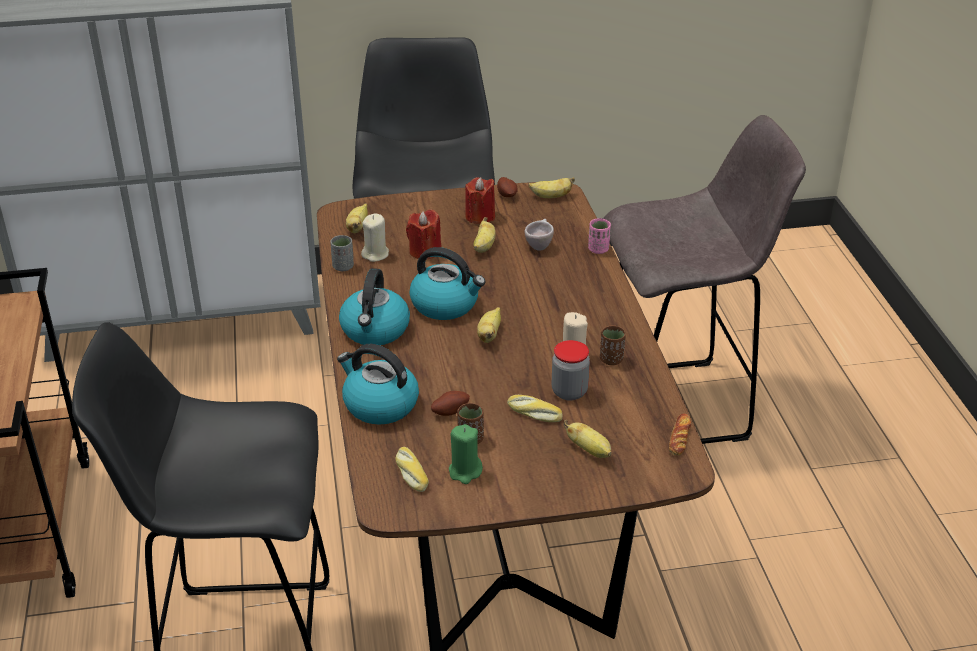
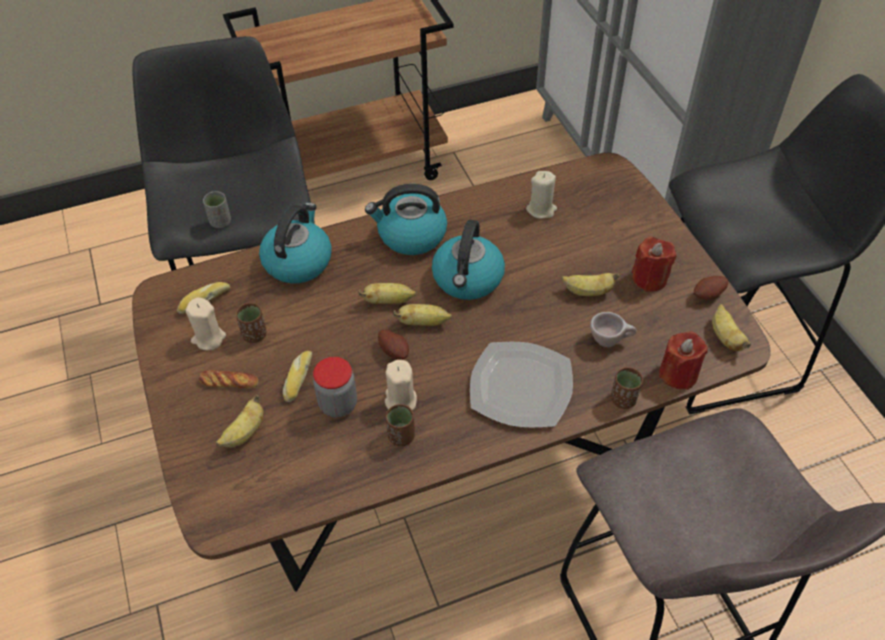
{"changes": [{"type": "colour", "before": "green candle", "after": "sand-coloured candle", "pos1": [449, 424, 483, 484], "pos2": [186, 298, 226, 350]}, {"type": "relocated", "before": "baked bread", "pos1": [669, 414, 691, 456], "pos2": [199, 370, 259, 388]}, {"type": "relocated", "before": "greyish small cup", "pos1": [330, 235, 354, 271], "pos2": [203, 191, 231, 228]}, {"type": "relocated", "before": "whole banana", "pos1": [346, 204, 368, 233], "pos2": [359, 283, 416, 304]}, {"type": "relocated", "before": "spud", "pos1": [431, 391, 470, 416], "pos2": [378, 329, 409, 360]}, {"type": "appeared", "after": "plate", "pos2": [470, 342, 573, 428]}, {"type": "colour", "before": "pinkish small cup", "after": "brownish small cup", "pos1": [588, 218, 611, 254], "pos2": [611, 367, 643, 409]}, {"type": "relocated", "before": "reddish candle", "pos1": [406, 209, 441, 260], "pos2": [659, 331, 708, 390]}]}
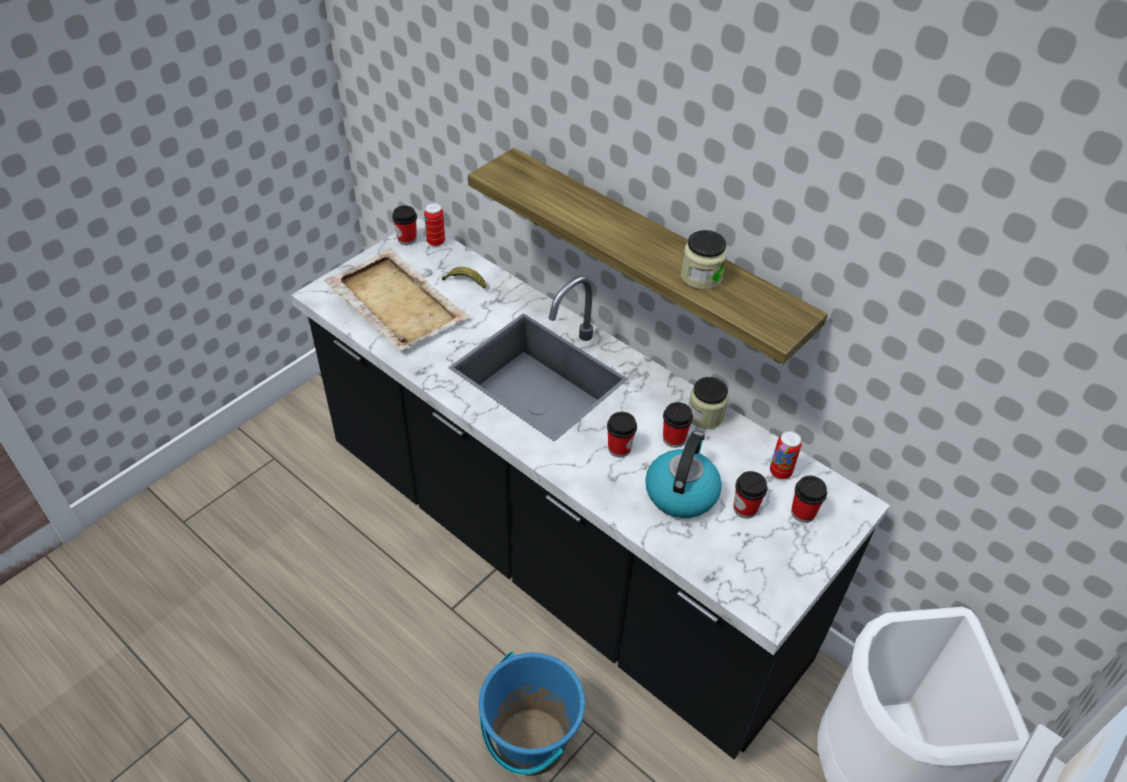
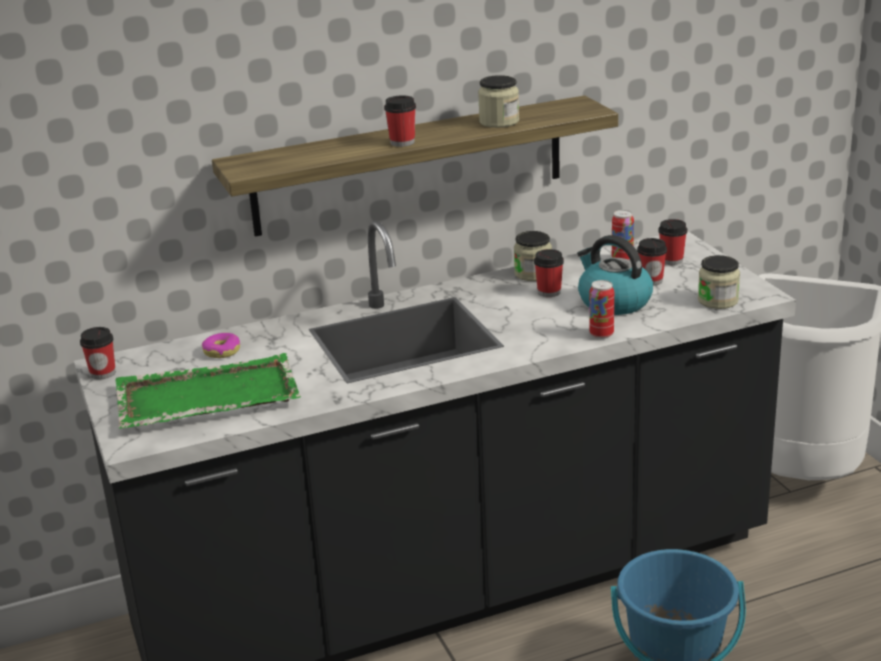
{"changes": [{"type": "colour", "before": "sand-coloured tray", "after": "green tray", "pos1": [324, 249, 470, 351], "pos2": [116, 353, 301, 429]}, {"type": "exchanged", "before": "whole banana", "after": "doughnut", "pos1": [442, 267, 486, 289], "pos2": [202, 333, 240, 358]}, {"type": "relocated", "before": "small cup", "pos1": [607, 412, 637, 458], "pos2": [384, 95, 416, 147]}, {"type": "relocated", "before": "sealed can", "pos1": [424, 203, 445, 246], "pos2": [589, 280, 614, 339]}, {"type": "appeared", "after": "storage jar", "pos2": [698, 255, 740, 309]}]}
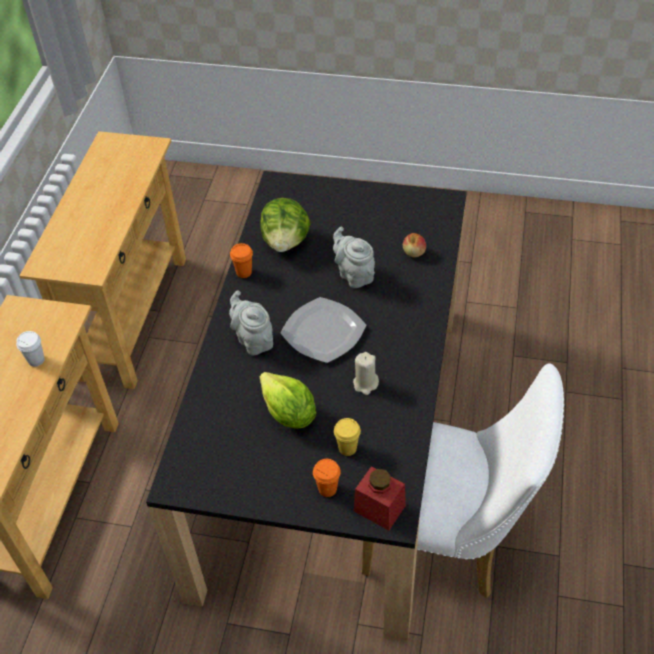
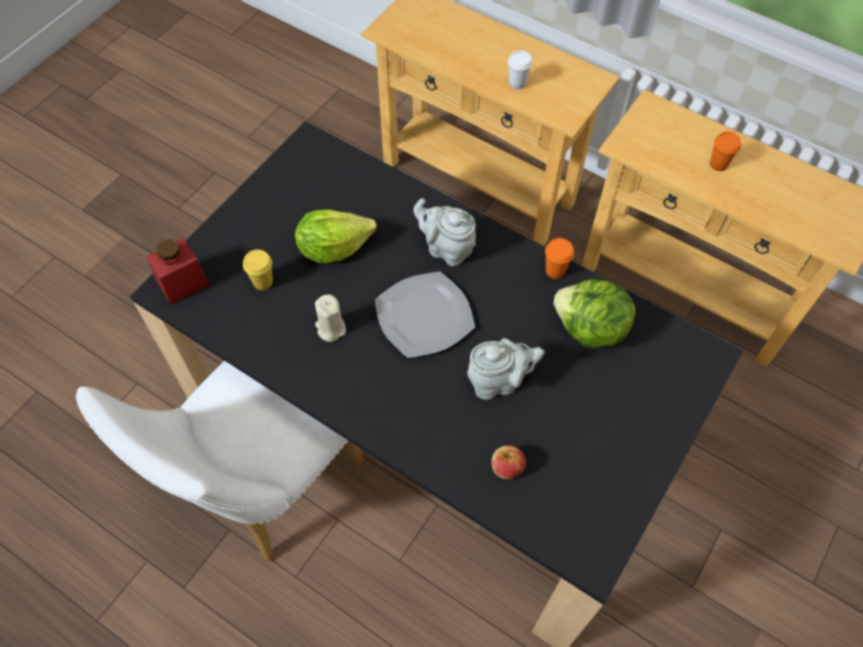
{"changes": [{"type": "spun", "before": "greyish teapot", "pos1": [229, 290, 273, 355], "pos2": [413, 198, 476, 267], "turn": -135}, {"type": "relocated", "before": "orangey small cup", "pos1": [313, 459, 341, 497], "pos2": [710, 131, 741, 171]}]}
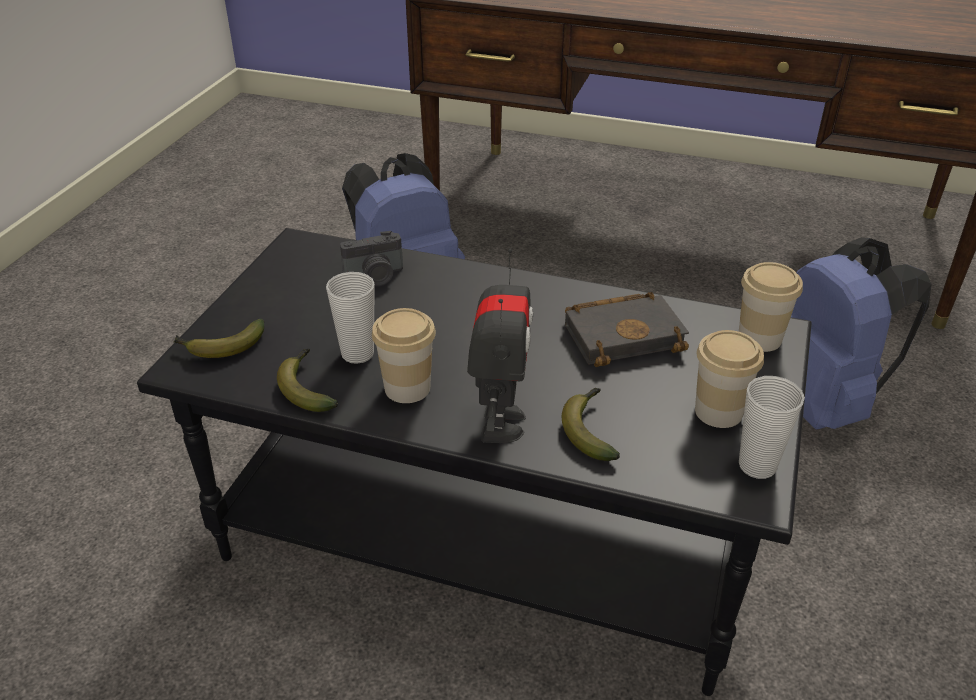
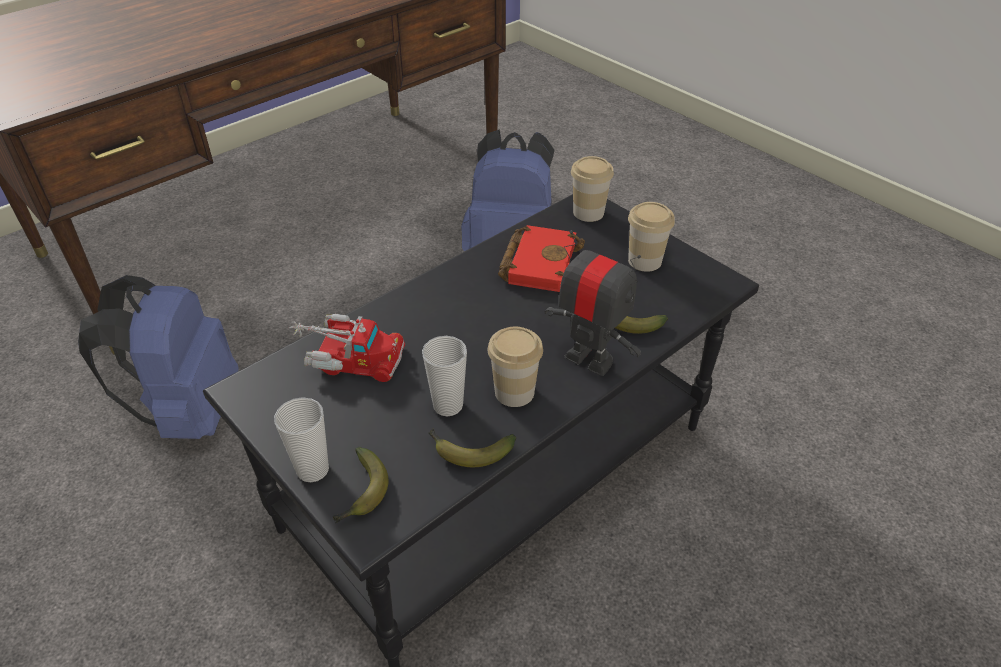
{"changes": [{"type": "relocated", "before": "small cup", "pos1": [739, 376, 805, 479], "pos2": [274, 397, 329, 482]}, {"type": "exchanged", "before": "photo camera", "after": "toy truck", "pos1": [340, 231, 403, 286], "pos2": [289, 314, 405, 382]}, {"type": "colour", "before": "black volume", "after": "reddish volume", "pos1": [565, 292, 689, 367], "pos2": [498, 225, 585, 292]}]}
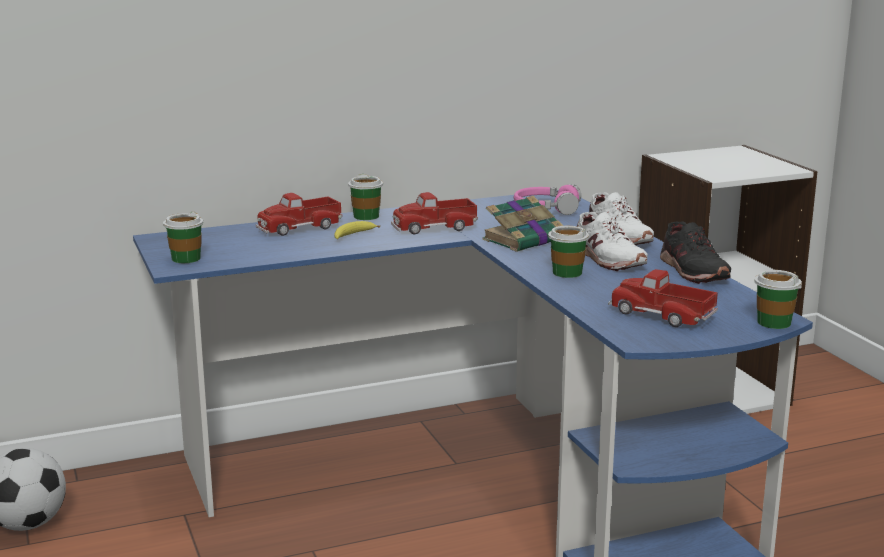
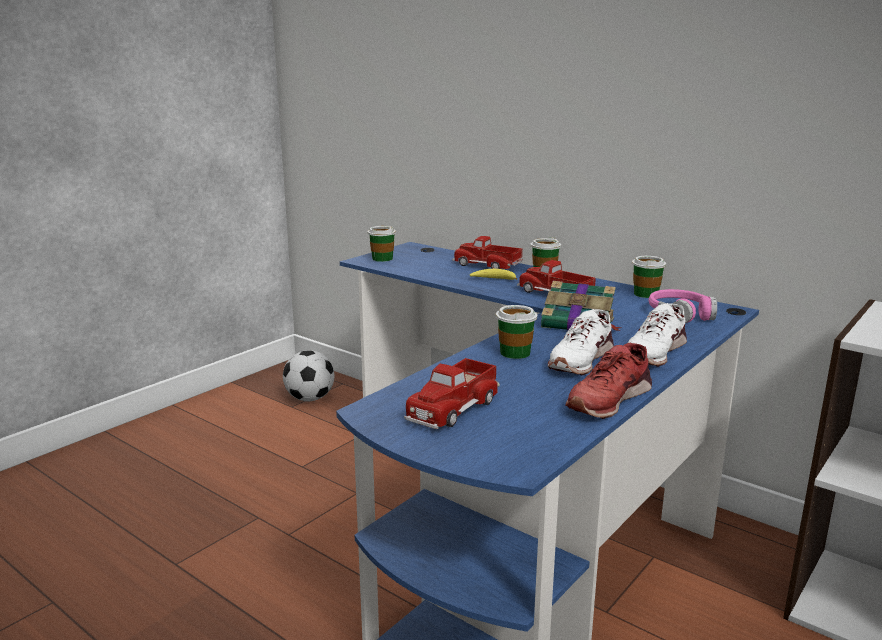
{"changes": [{"type": "spun", "before": "toy truck", "pos1": [608, 269, 718, 327], "pos2": [404, 358, 500, 429], "turn": -150}, {"type": "colour", "before": "black low shoe", "after": "reddish low shoe", "pos1": [660, 221, 731, 284], "pos2": [565, 343, 652, 419]}, {"type": "relocated", "before": "small cup", "pos1": [754, 270, 802, 329], "pos2": [632, 256, 666, 298]}]}
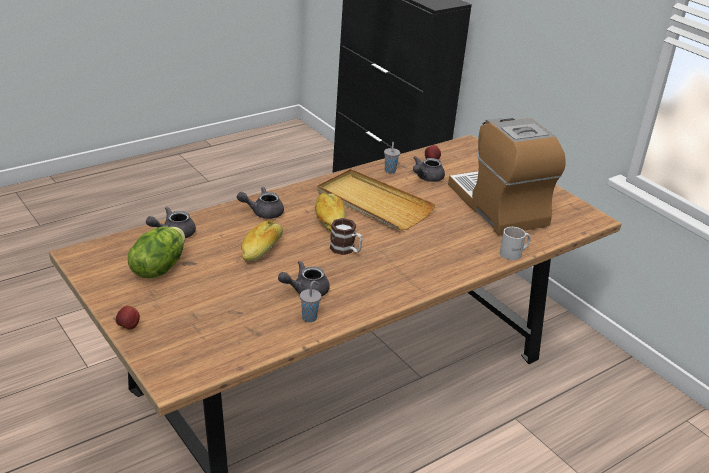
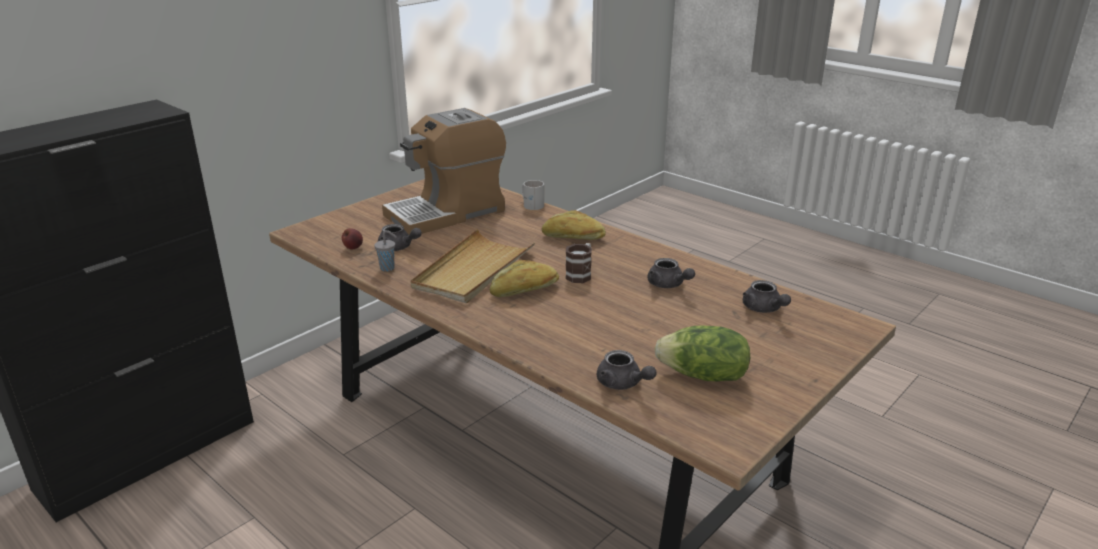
{"changes": [{"type": "relocated", "before": "baked bread", "pos1": [241, 220, 283, 261], "pos2": [542, 210, 606, 240]}, {"type": "relocated", "before": "greyish teapot", "pos1": [237, 186, 284, 219], "pos2": [743, 280, 791, 313]}, {"type": "missing", "before": "apple fruit", "pos1": [116, 306, 140, 330]}, {"type": "missing", "before": "greyish small cup", "pos1": [300, 281, 321, 322]}]}
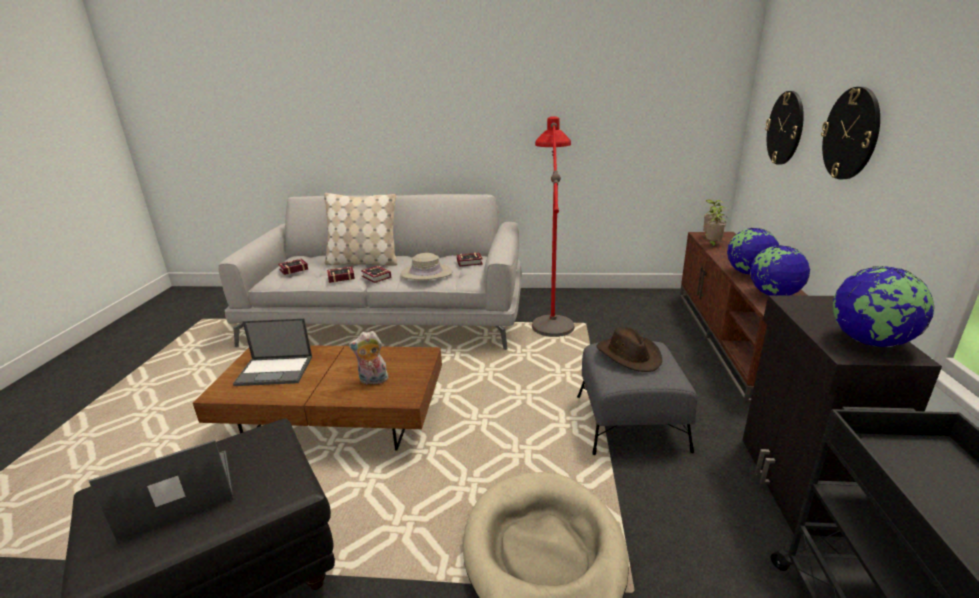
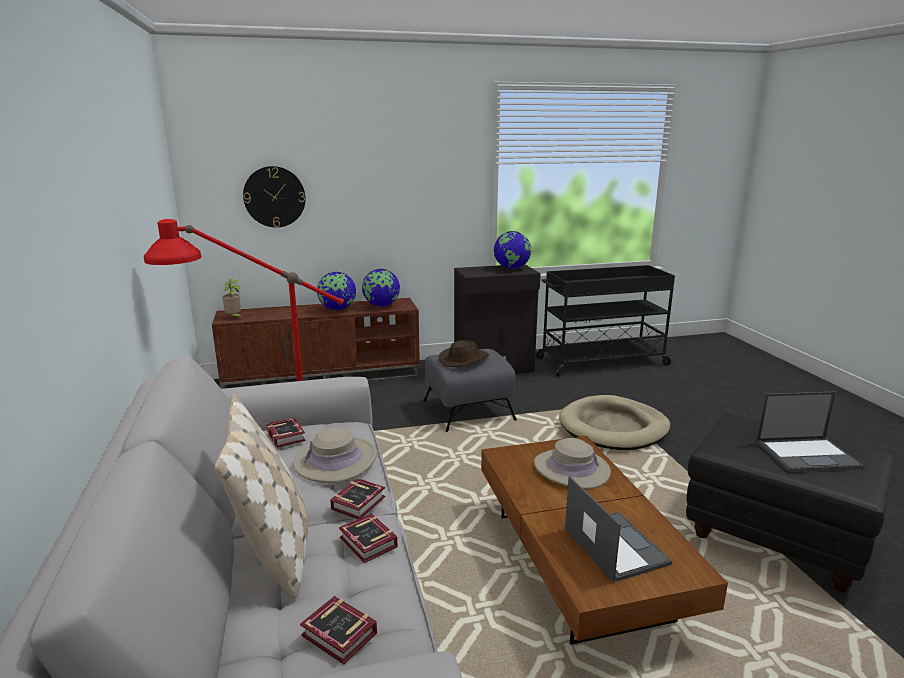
{"changes": [{"type": "exchanged", "before": "cuddly toy", "after": "sand-coloured clothing hat", "pos1": [349, 331, 388, 385], "pos2": [534, 438, 611, 489]}, {"type": "spun", "before": "laptop", "pos1": [89, 440, 234, 542], "pos2": [756, 392, 864, 472], "turn": -45}, {"type": "missing", "before": "potted plant", "pos1": [706, 206, 728, 248]}, {"type": "missing", "before": "hanging clock", "pos1": [821, 87, 880, 179]}]}
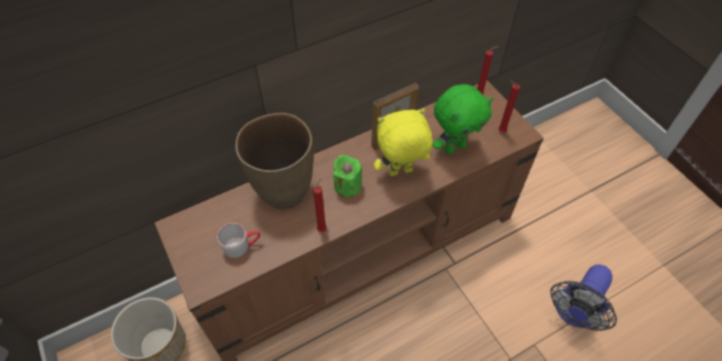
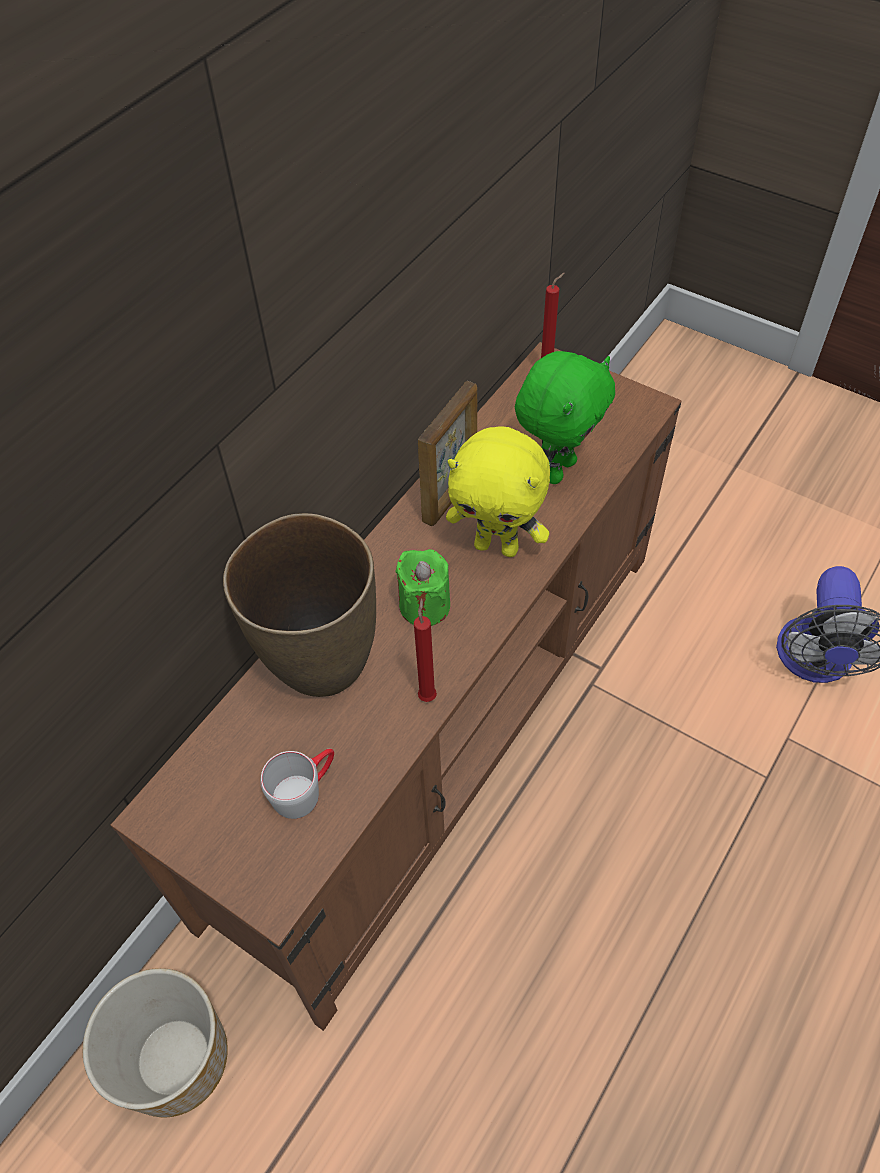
{"changes": [{"type": "spun", "before": "yellow-coloured cuddly toy", "pos1": [374, 108, 433, 176], "pos2": [446, 427, 550, 557], "turn": -120}, {"type": "missing", "before": "reddish candle", "pos1": [498, 81, 520, 133]}]}
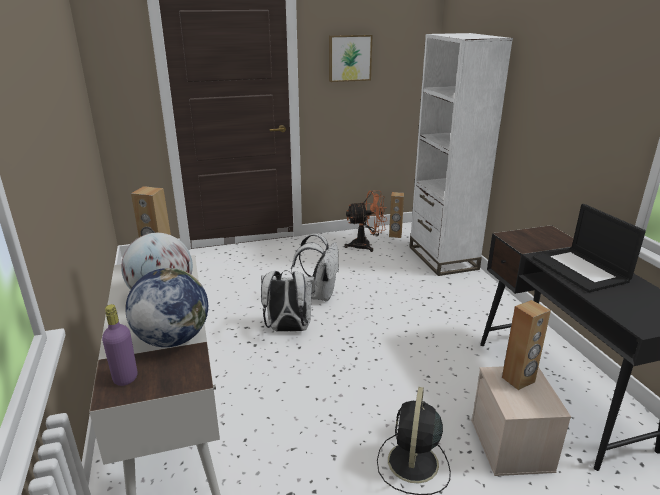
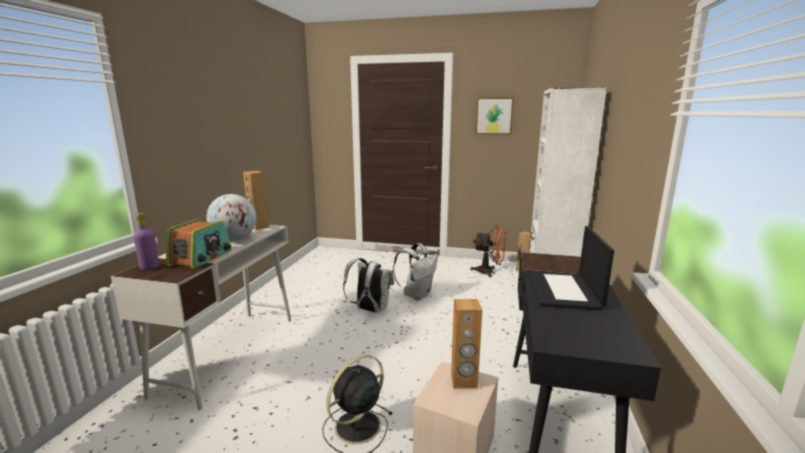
{"changes": [{"type": "exchanged", "before": "world globe", "after": "radio set", "pos1": [125, 268, 208, 347], "pos2": [166, 219, 232, 269]}]}
